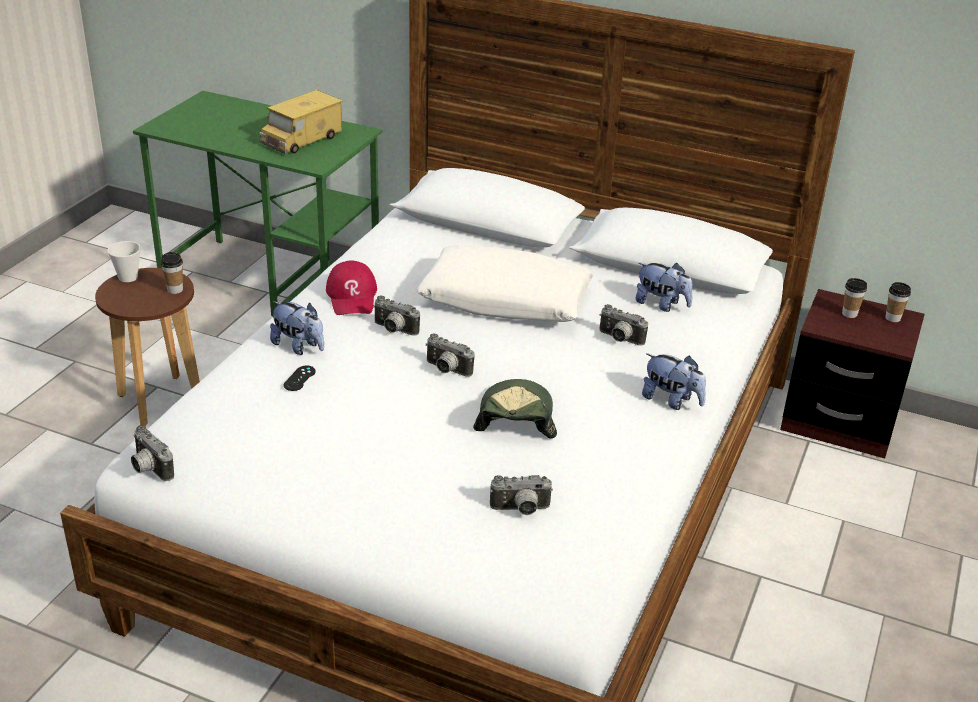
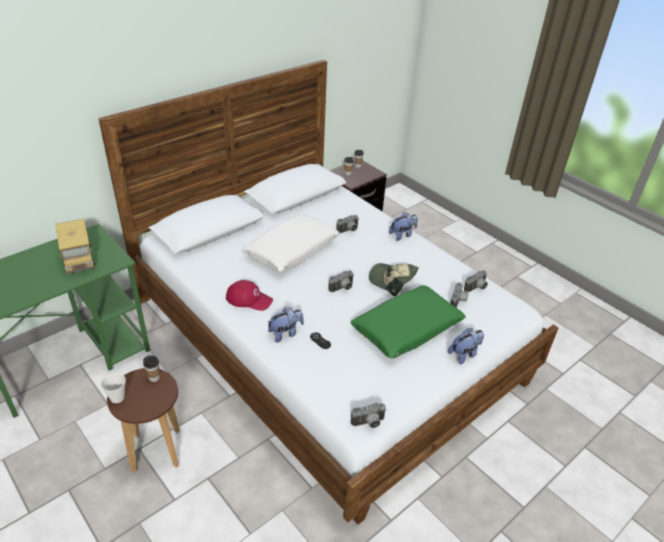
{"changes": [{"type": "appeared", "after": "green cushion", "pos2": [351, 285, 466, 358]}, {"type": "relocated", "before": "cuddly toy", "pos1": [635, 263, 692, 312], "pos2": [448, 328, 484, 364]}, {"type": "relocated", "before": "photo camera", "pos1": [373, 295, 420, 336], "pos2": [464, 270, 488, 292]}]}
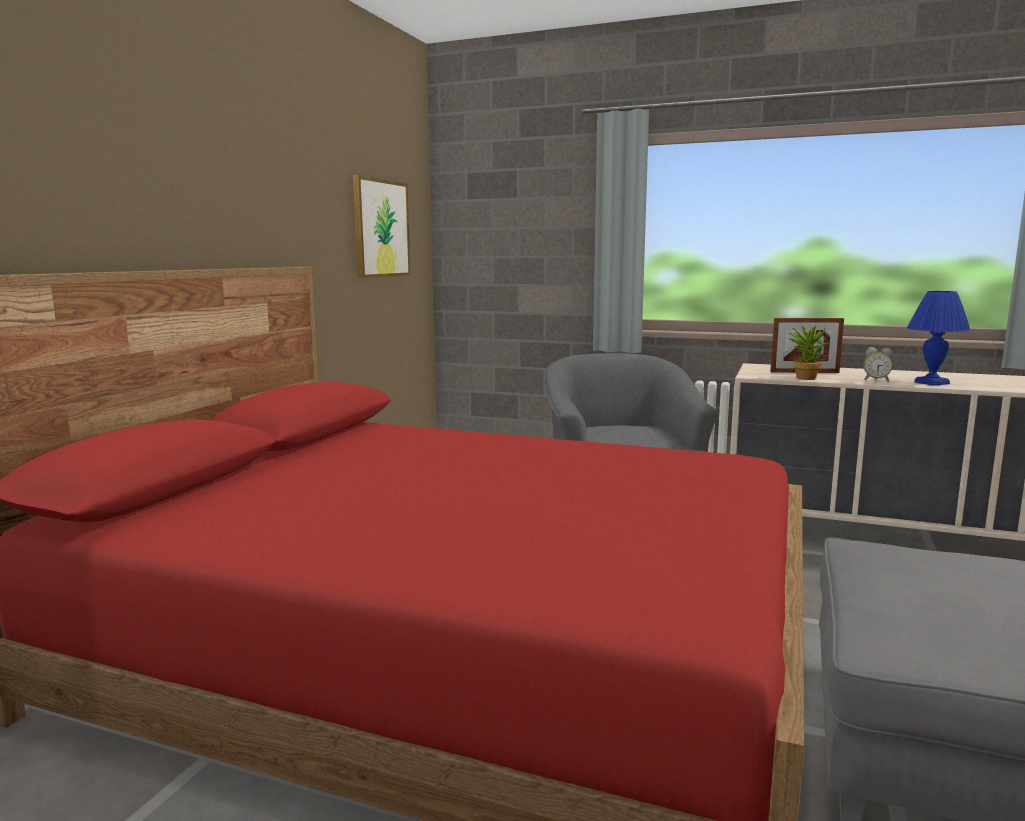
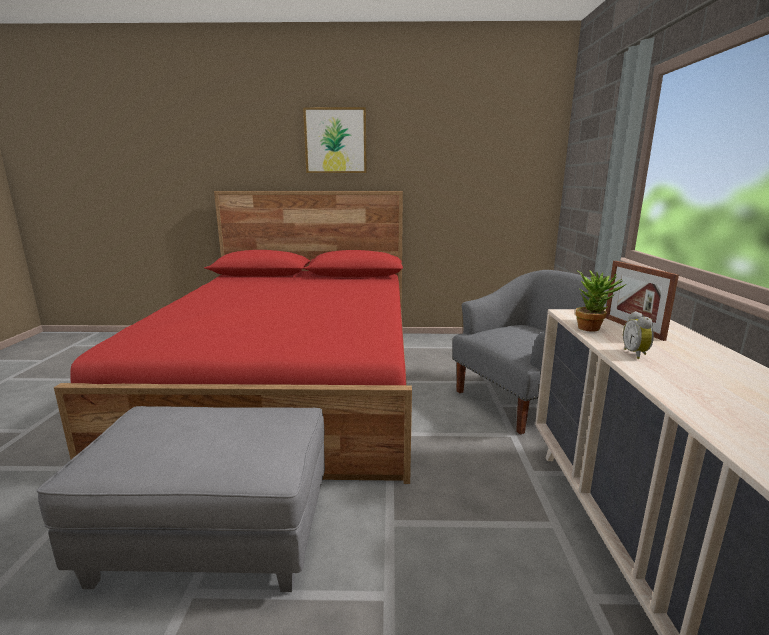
{"changes": [{"type": "relocated", "before": "picture", "pos1": [353, 175, 411, 278], "pos2": [303, 107, 367, 173]}, {"type": "missing", "before": "blue-coloured table lamp", "pos1": [907, 291, 971, 386]}]}
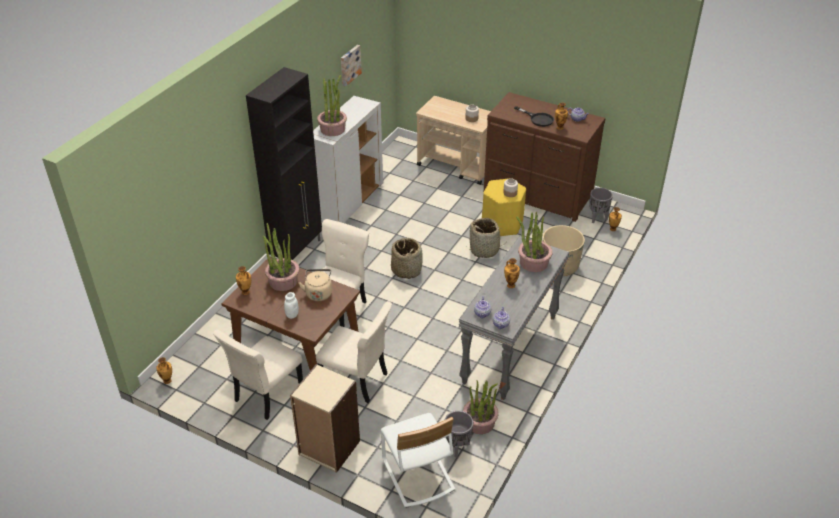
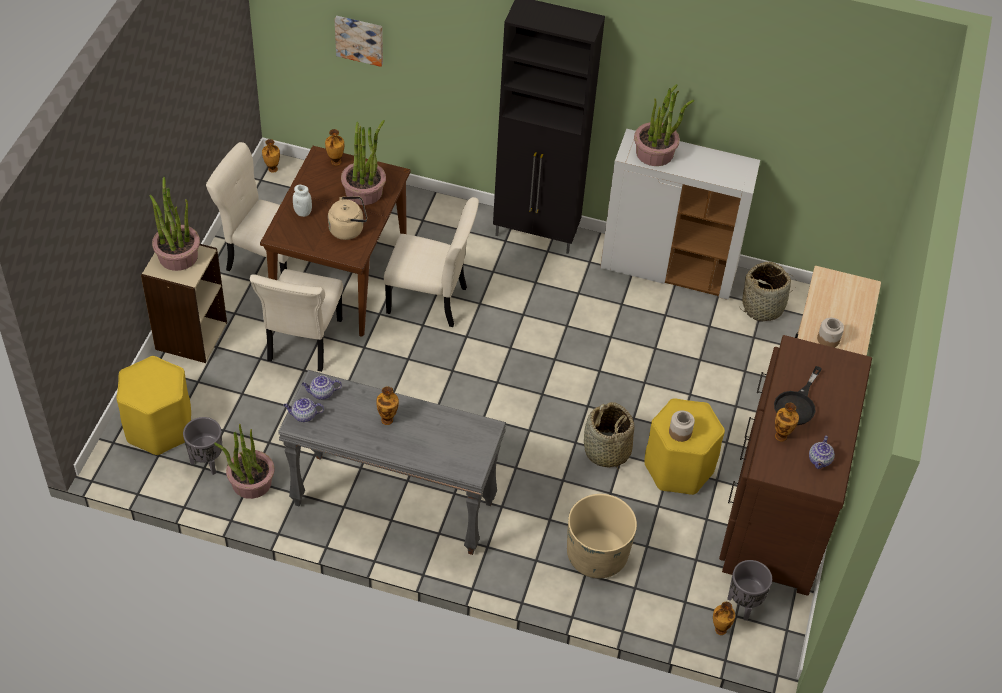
{"changes": [{"type": "exchanged", "before": "whitish upright chair", "after": "yellow-coloured stool seat", "pos1": [381, 413, 455, 508], "pos2": [117, 356, 191, 455]}, {"type": "relocated", "before": "potted plant", "pos1": [516, 212, 553, 272], "pos2": [150, 177, 200, 271]}, {"type": "relocated", "before": "picture", "pos1": [341, 45, 362, 87], "pos2": [334, 16, 383, 67]}, {"type": "relocated", "before": "household basket", "pos1": [391, 238, 423, 279], "pos2": [740, 262, 796, 322]}]}
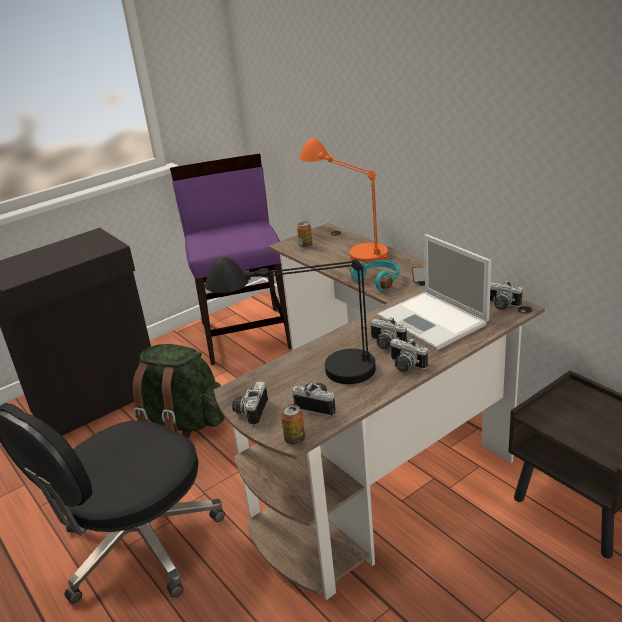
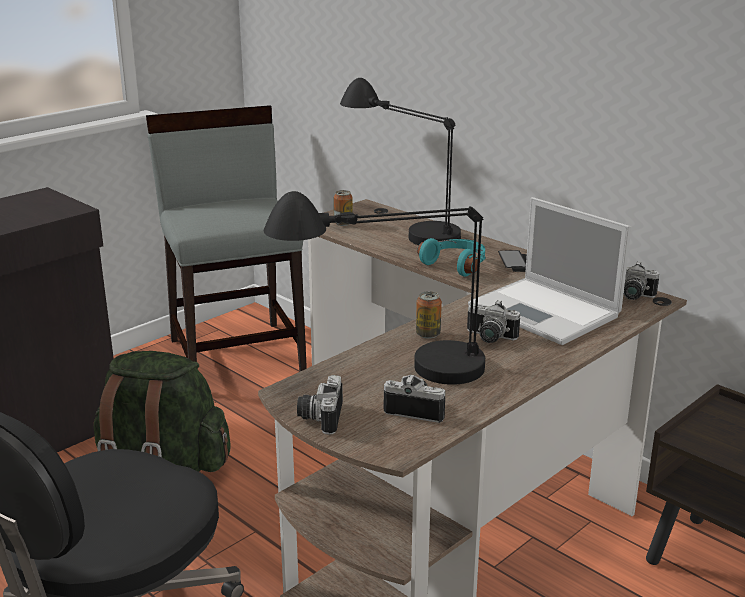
{"changes": [{"type": "colour", "before": "purple-coloured upright chair", "after": "greyish upright chair", "pos1": [170, 153, 292, 365], "pos2": [146, 105, 307, 371]}, {"type": "colour", "before": "orangey table lamp", "after": "black table lamp", "pos1": [299, 138, 388, 264], "pos2": [340, 78, 461, 245]}, {"type": "relocated", "before": "sealed can", "pos1": [281, 404, 305, 444], "pos2": [416, 291, 442, 339]}, {"type": "missing", "before": "photo camera", "pos1": [390, 338, 428, 372]}]}
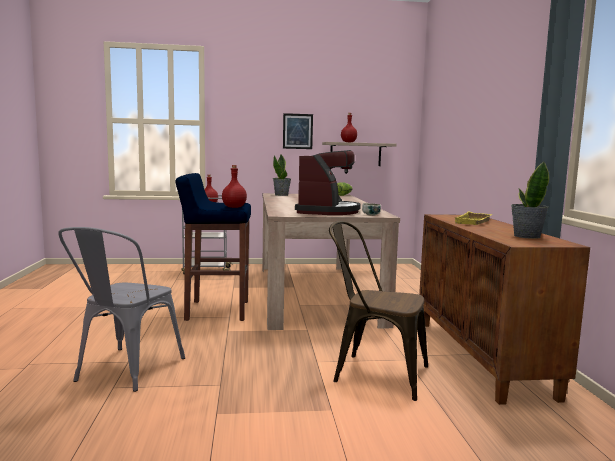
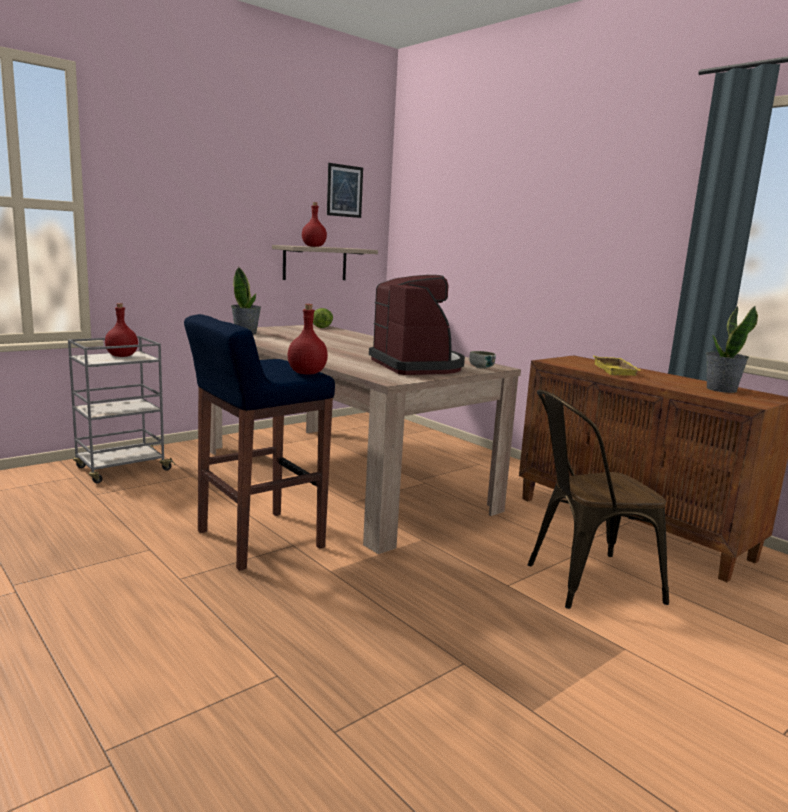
{"changes": [{"type": "relocated", "before": "picture", "pos1": [283, 113, 313, 149], "pos2": [327, 163, 363, 218]}, {"type": "missing", "before": "greyish upright chair", "pos1": [58, 227, 185, 392]}]}
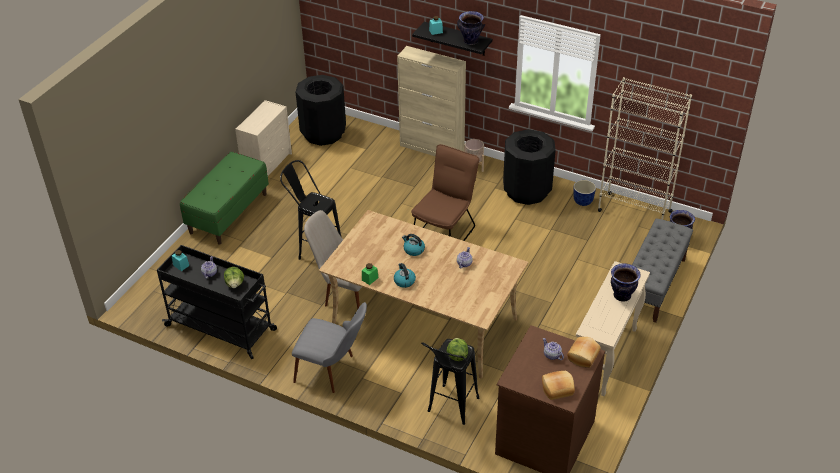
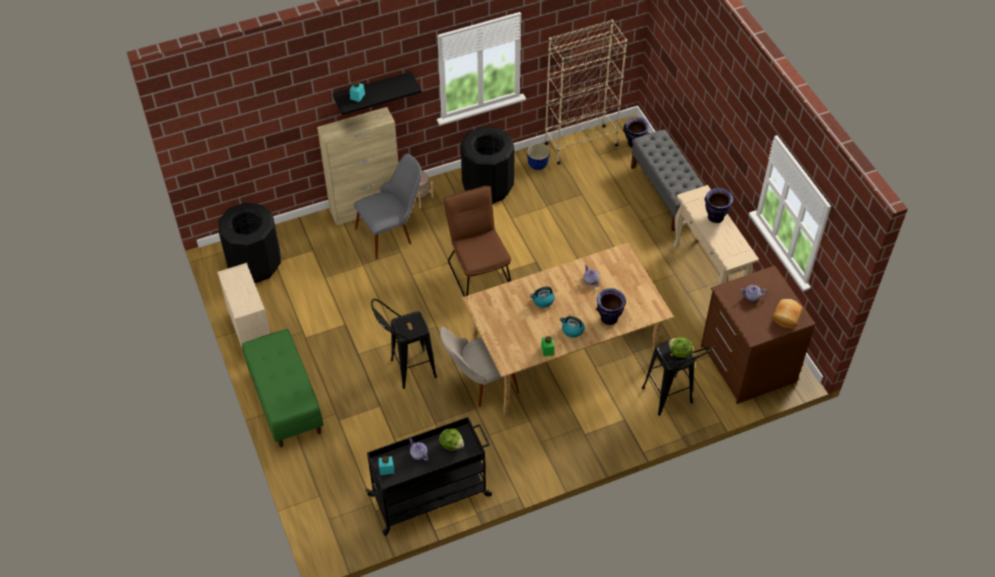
{"changes": [{"type": "relocated", "before": "greyish upright chair", "pos1": [292, 302, 367, 393], "pos2": [354, 154, 422, 259]}, {"type": "relocated", "before": "decorative vase", "pos1": [457, 11, 485, 45], "pos2": [596, 288, 626, 325]}, {"type": "missing", "before": "baked bread", "pos1": [567, 337, 601, 368]}]}
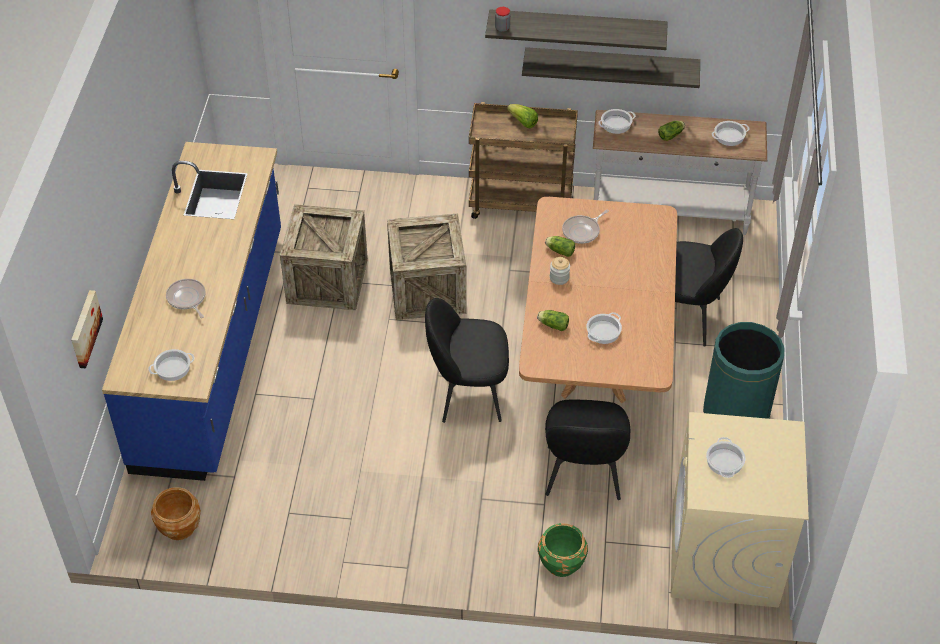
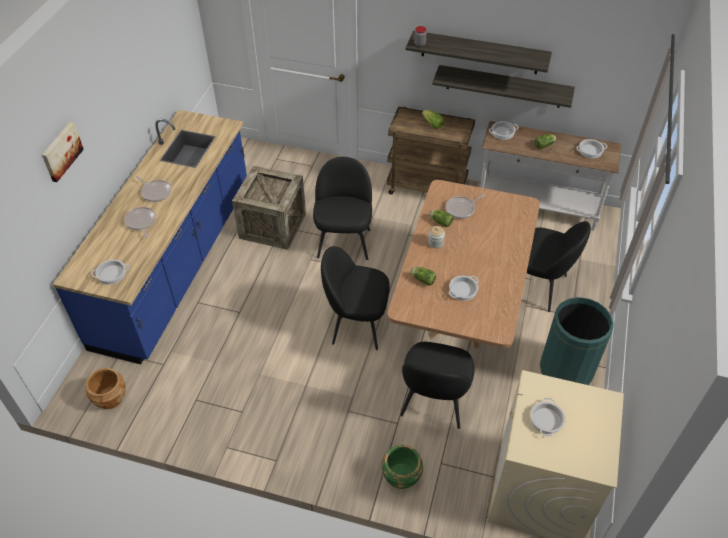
{"changes": [{"type": "relocated", "before": "picture", "pos1": [71, 290, 103, 368], "pos2": [42, 122, 84, 182]}, {"type": "appeared", "after": "pan", "pos2": [136, 176, 171, 202]}, {"type": "exchanged", "before": "packing crate", "after": "black upright chair", "pos1": [387, 214, 467, 320], "pos2": [313, 157, 372, 260]}]}
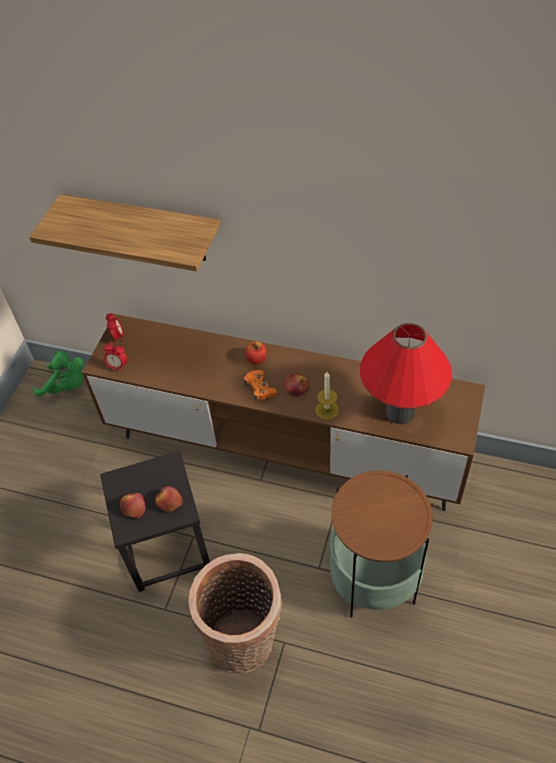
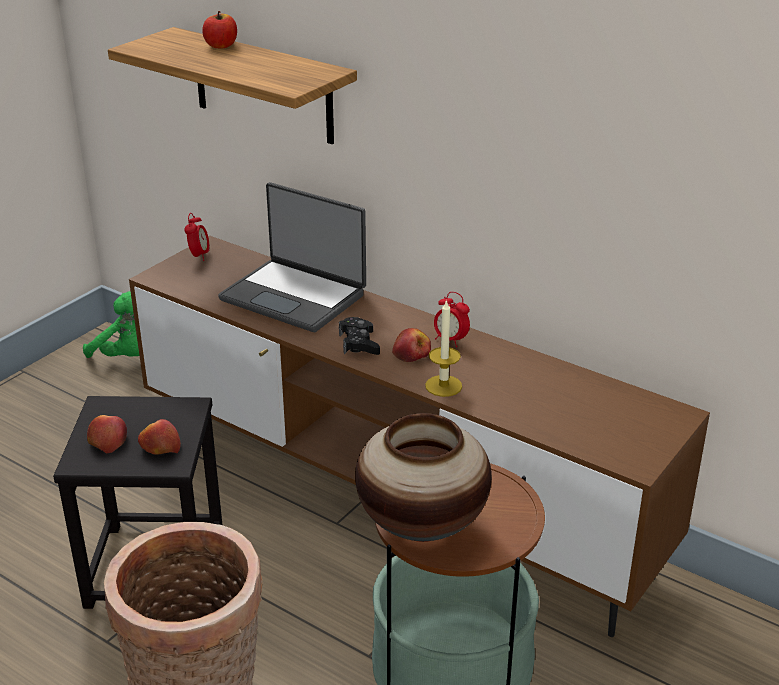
{"changes": [{"type": "relocated", "before": "apple fruit", "pos1": [245, 341, 267, 364], "pos2": [202, 11, 237, 48]}, {"type": "appeared", "after": "laptop", "pos2": [218, 182, 366, 332]}, {"type": "colour", "before": "orangey gamepad", "after": "black gamepad", "pos1": [244, 370, 277, 401], "pos2": [339, 317, 380, 355]}, {"type": "appeared", "after": "decorative vase", "pos2": [355, 413, 492, 542]}, {"type": "relocated", "before": "bedside clock", "pos1": [104, 342, 128, 372], "pos2": [434, 292, 470, 347]}, {"type": "missing", "before": "reddish table lamp", "pos1": [360, 323, 452, 424]}]}
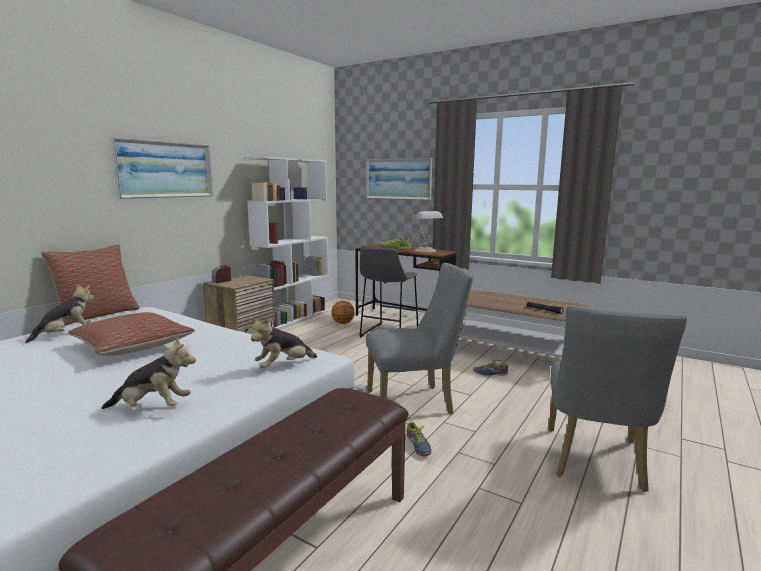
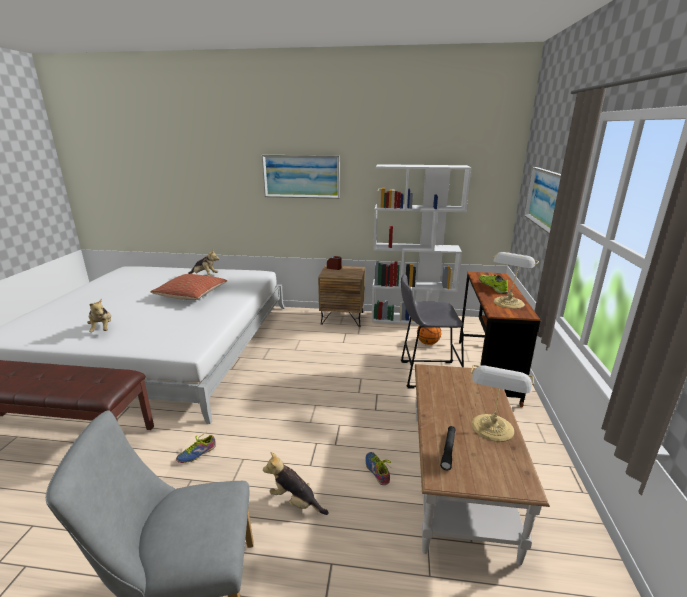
{"changes": [{"type": "relocated", "before": "cuddly toy", "pos1": [250, 318, 317, 368], "pos2": [263, 452, 329, 515]}, {"type": "appeared", "after": "table lamp", "pos2": [471, 365, 535, 442]}, {"type": "missing", "before": "cushion", "pos1": [41, 244, 140, 326]}, {"type": "missing", "before": "greyish upright chair", "pos1": [366, 263, 473, 414]}]}
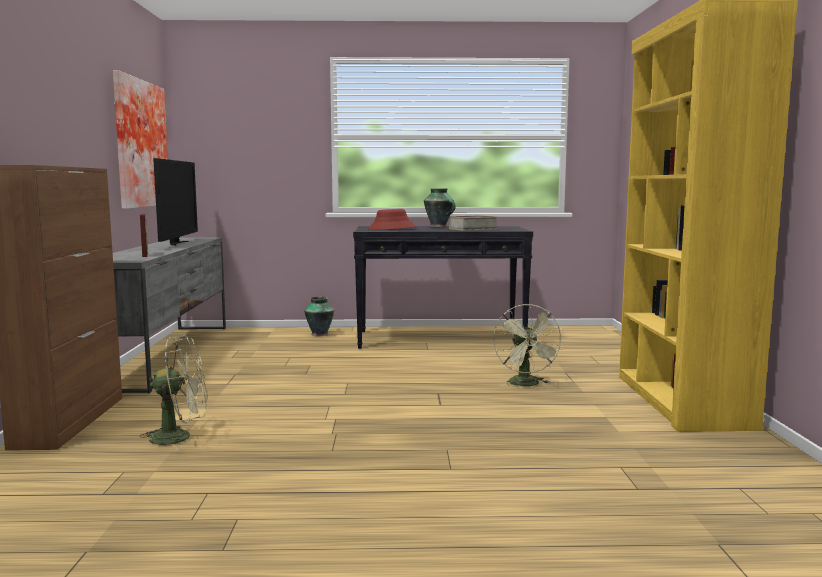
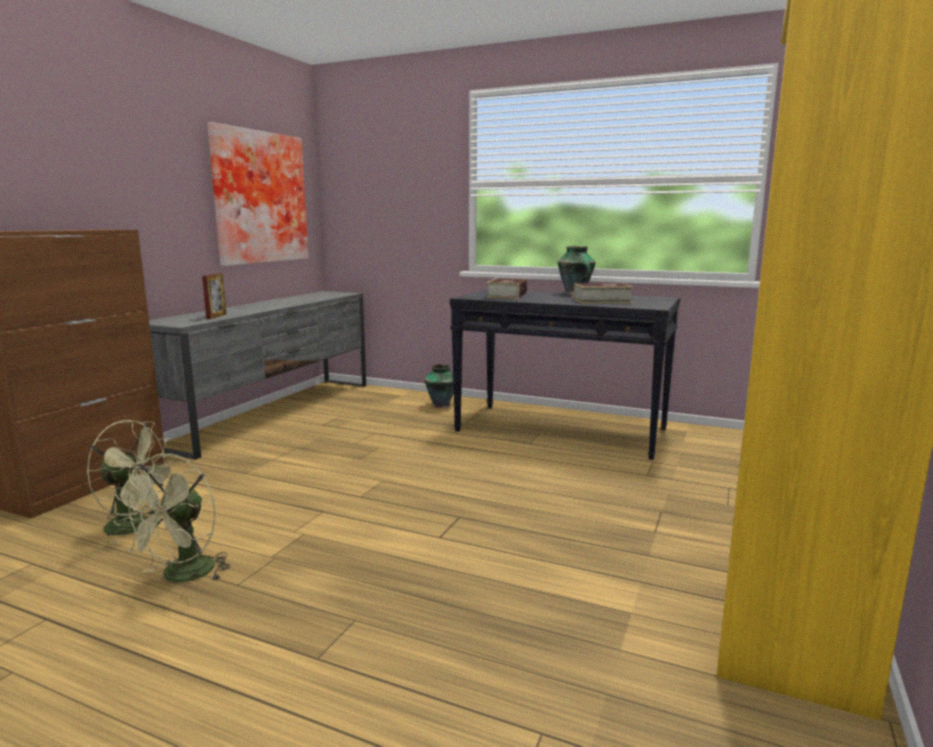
{"changes": [{"type": "relocated", "before": "green fan", "pos1": [493, 304, 563, 386], "pos2": [113, 453, 230, 582]}, {"type": "exchanged", "before": "reddish clothing hat", "after": "volume", "pos1": [368, 209, 416, 230], "pos2": [486, 278, 527, 299]}, {"type": "missing", "before": "TV", "pos1": [153, 158, 198, 246]}]}
